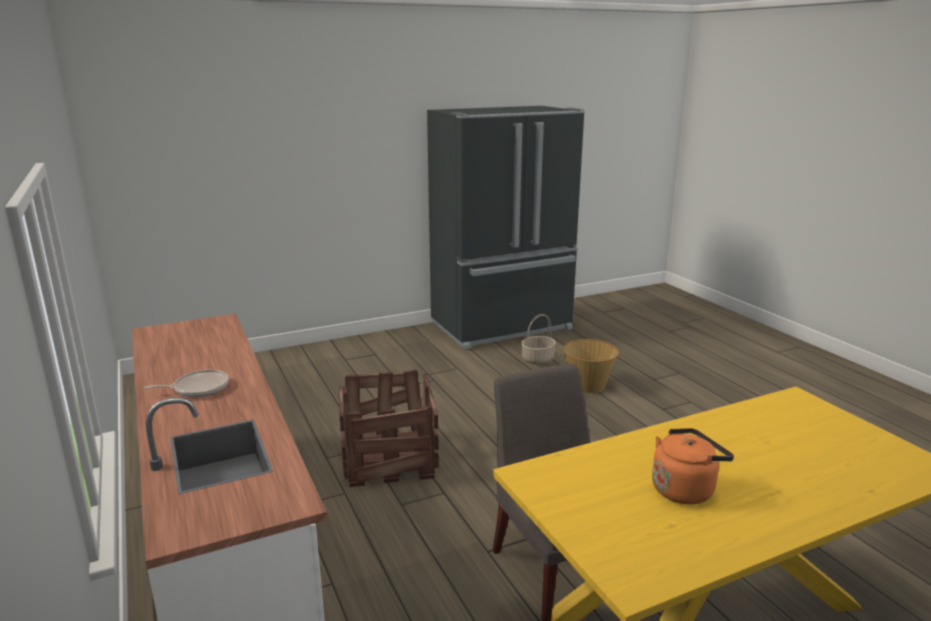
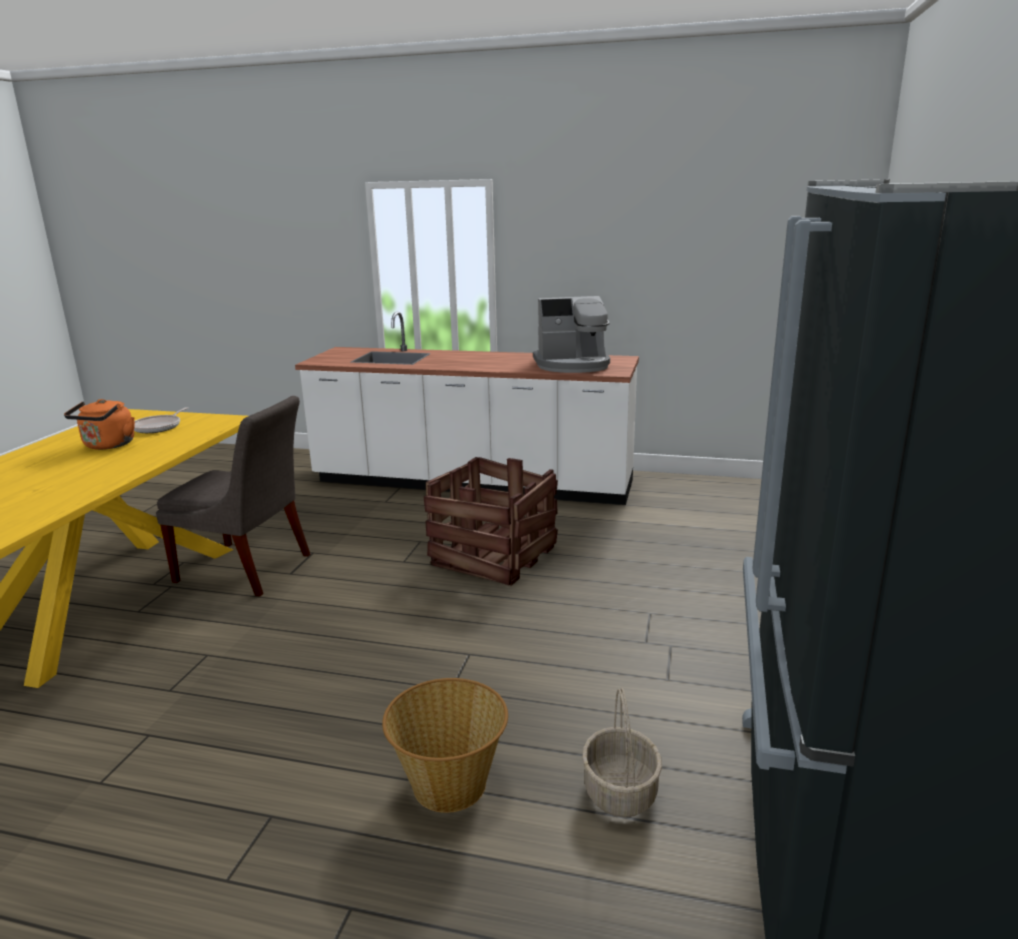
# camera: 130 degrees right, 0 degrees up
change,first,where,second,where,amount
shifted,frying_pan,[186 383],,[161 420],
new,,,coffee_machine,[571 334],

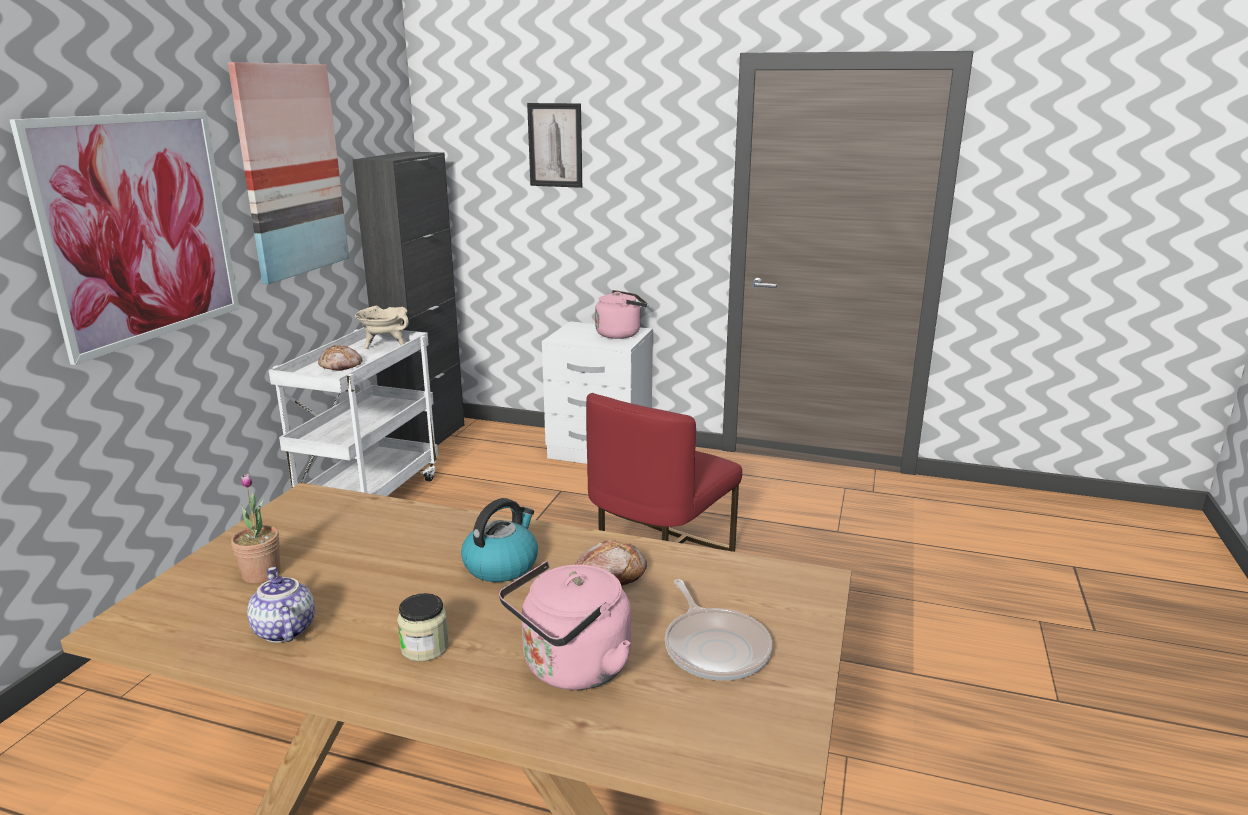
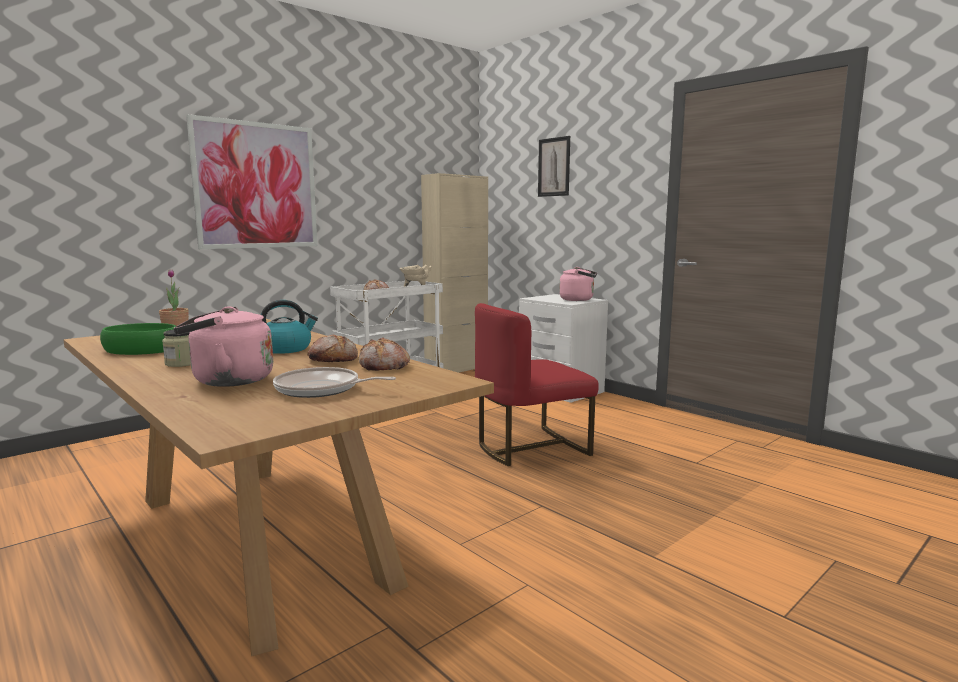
# camera: 30 degrees right, 10 degrees down
change,first,where,second,where,amount
swapped,teapot,[281 605],green_bowl,[138 339],
rotated,frying_pan,[718 630],,[334 382],90 degrees clockwise
new,,,bread,[384 354],
repainted,black_cabinet,[408 299],beige_cabinet,[454 273],
gone,picture,[288 173],,,

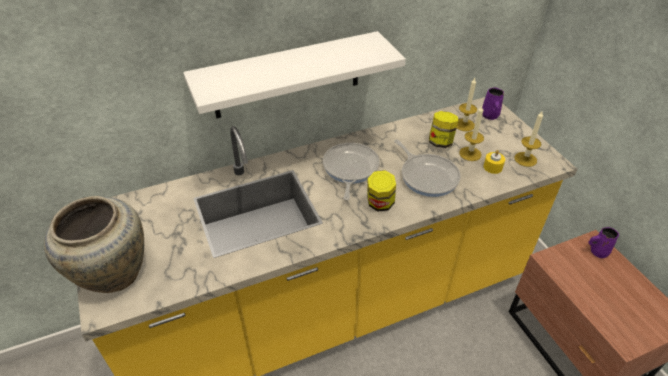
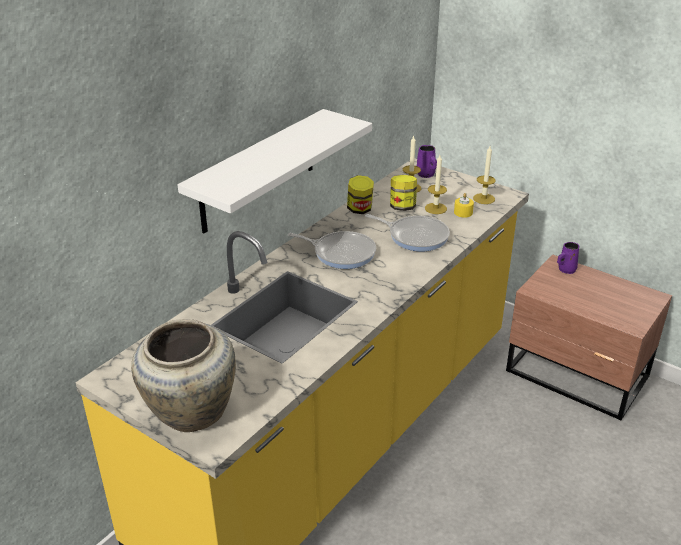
# camera: 30 degrees left, 10 degrees down
change,first,where,second,where,amount
rotated,frying_pan,[351 171],,[332 250],135 degrees clockwise
shifted,jar,[381 191],,[360 194],

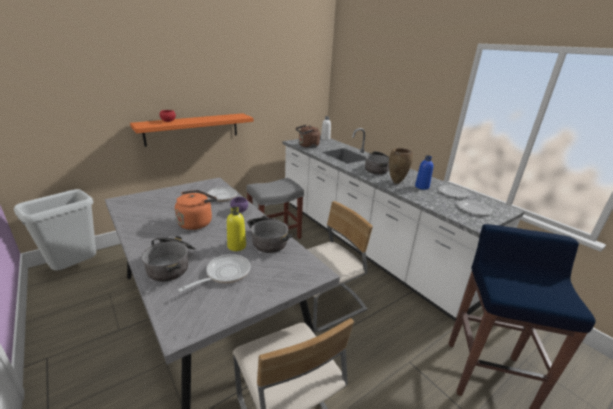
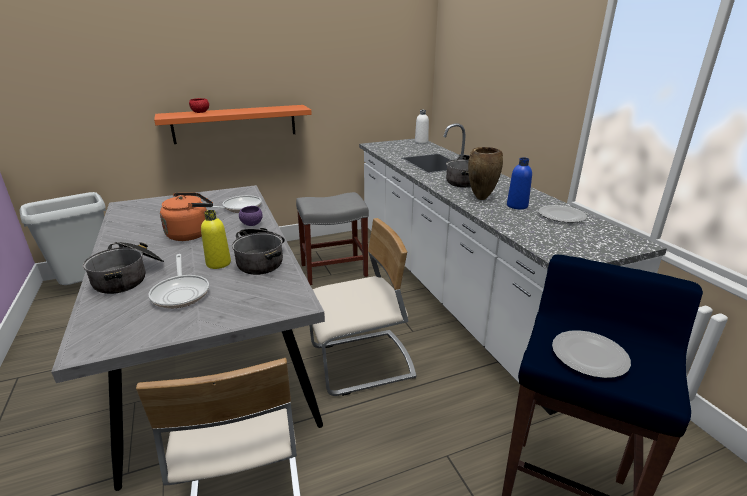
# camera: 15 degrees right, 0 degrees up
change,first,where,second,where,amount
rotated,frying_pan,[214 273],,[178 281],105 degrees clockwise
shifted,plate,[474 207],,[591 354],
gone,brown_kettle,[308 136],,,

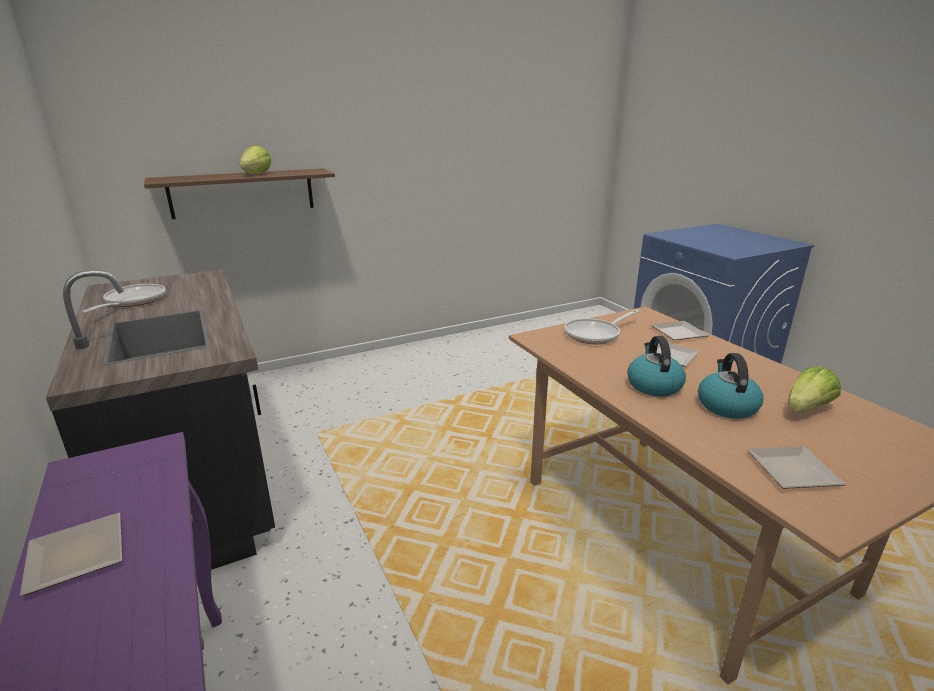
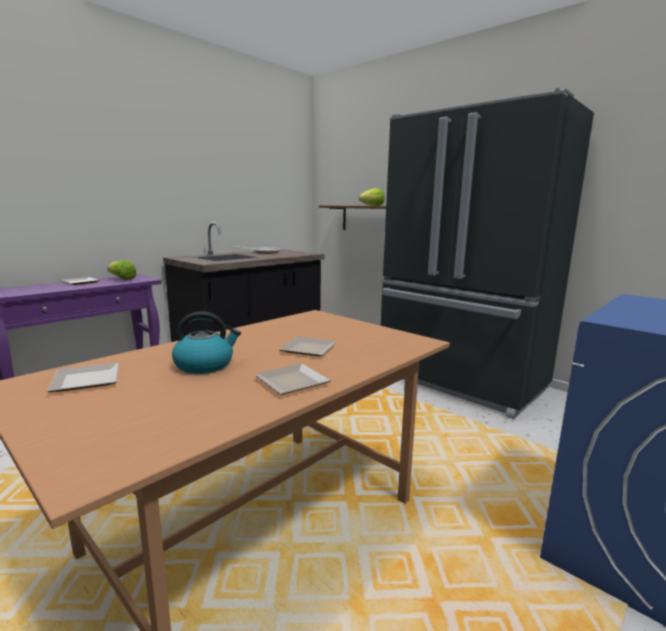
# camera: 70 degrees right, 10 degrees down
change,first,where,second,where,amount
shifted,lettuce,[814 389],,[121 270],
shifted,plate,[680 330],,[292 379],
new,,,black_fridge,[487 253],
gone,frying_pan,[602 327],,,
gone,kettle,[656 366],,,

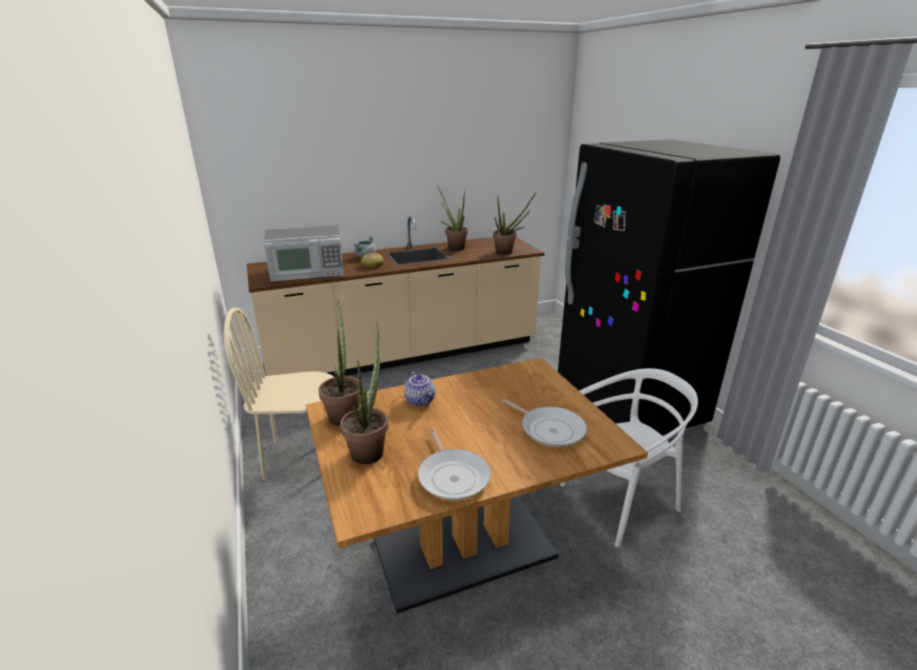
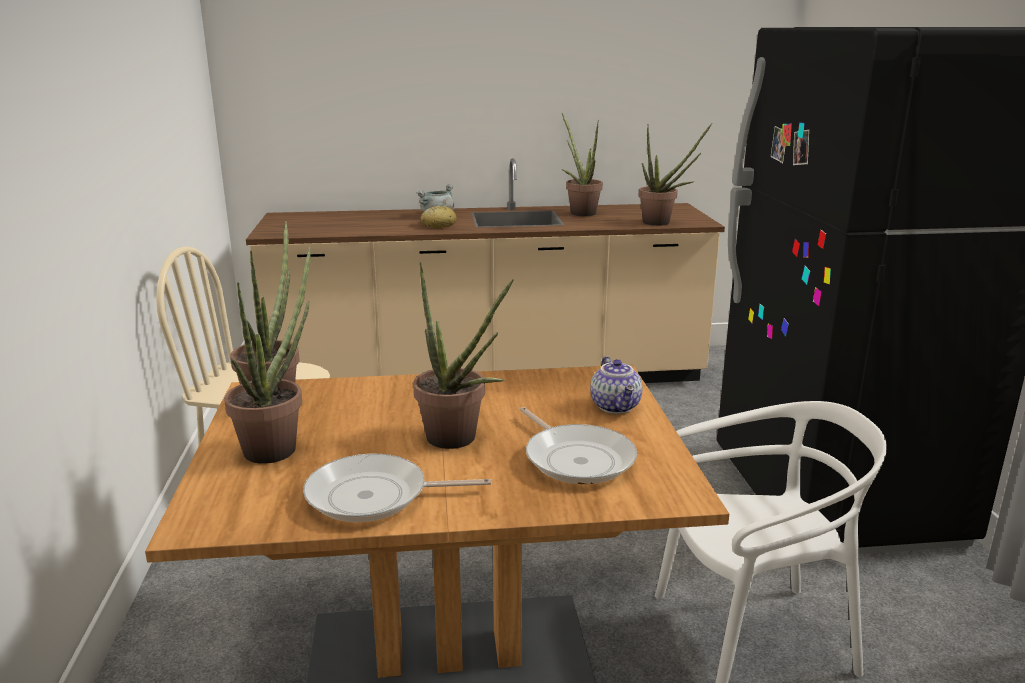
# camera: 15 degrees right, 5 degrees down
change,first,where,second,where,amount
rotated,frying_pan,[454 464],,[397 488],90 degrees clockwise
new,,,potted_plant,[463 355],
shifted,teapot,[420 388],,[616 385],
gone,microwave,[304 253],,,

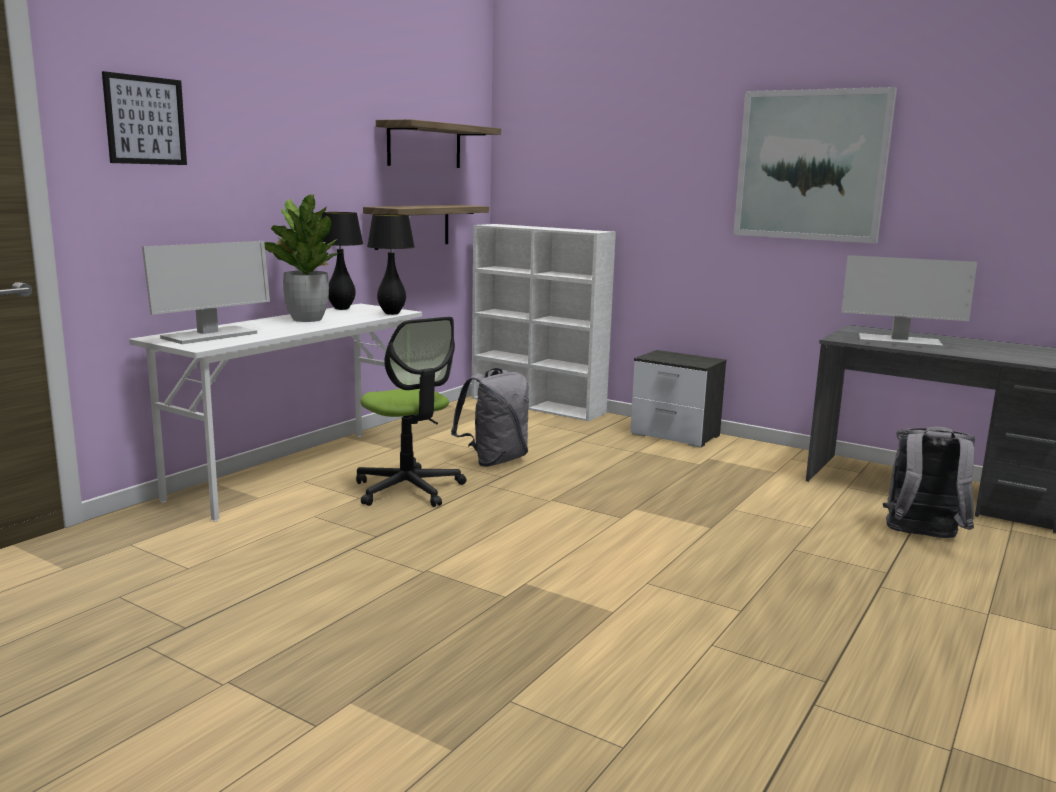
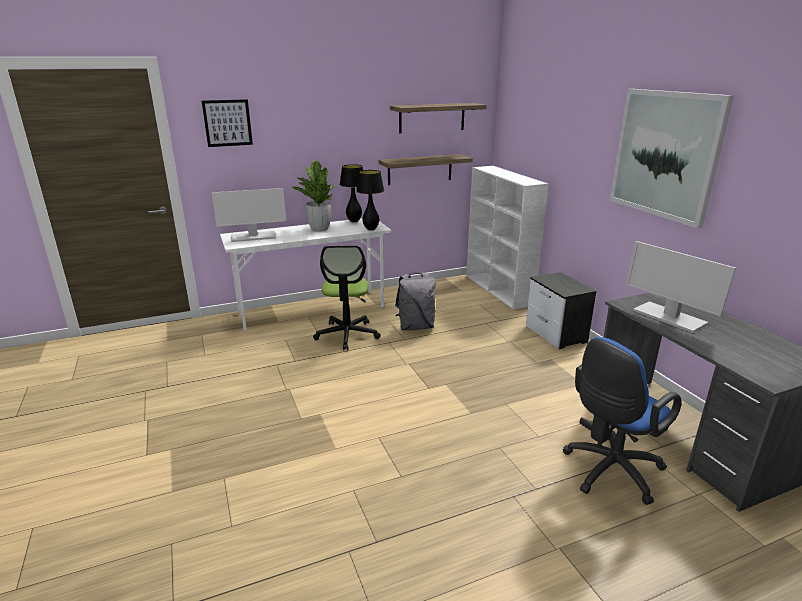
# camera: 35 degrees right, 10 degrees up
change,first,where,second,where,amount
swapped,grey_backpack,[929 482],blue_office_chair,[622 421],

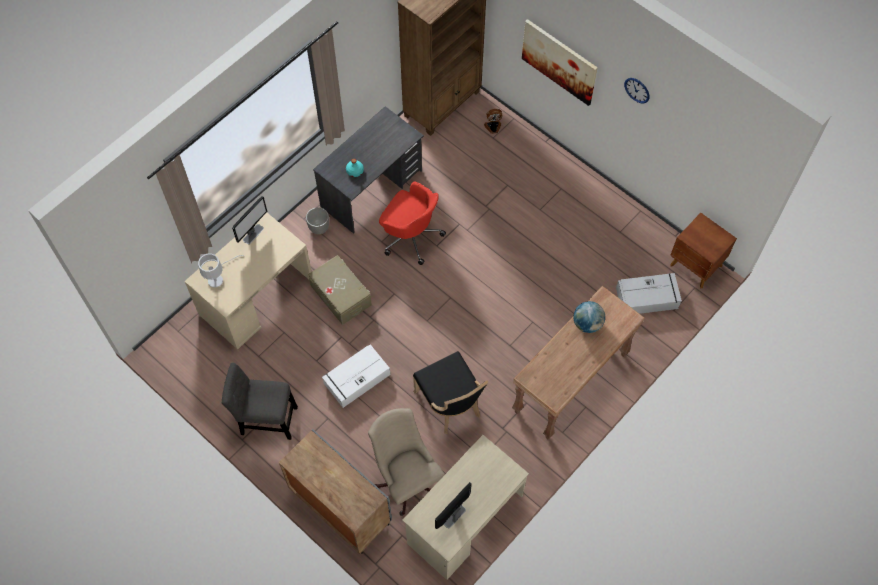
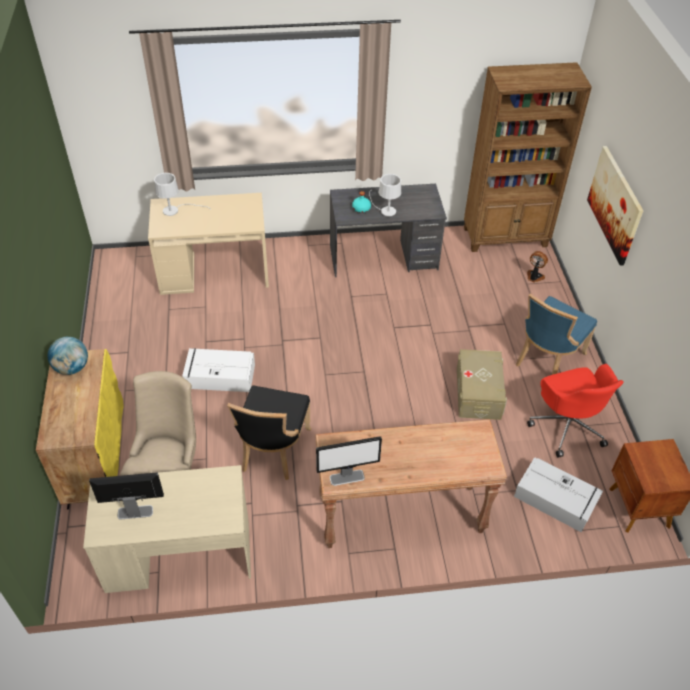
# camera: 40 degrees right, 15 degrees down
change,first,where,second,where,amount
repainted,grey_cabinet,[335 491],yellow_cabinet,[80 429],
shifted,globe,[589 317],,[68 356],
shifted,monitor,[249 220],,[349 461],
new,,,white_table_lamp,[385 195],
shifted,beige_storage_box,[340 290],,[482 384],
new,,,blue_chair,[556 334],
shifted,red_office_chair,[412 223],,[575 411],
gone,grey_chair,[260 401],,,
gone,planter,[317 220],,,
gone,wall_clock,[637 90],,,

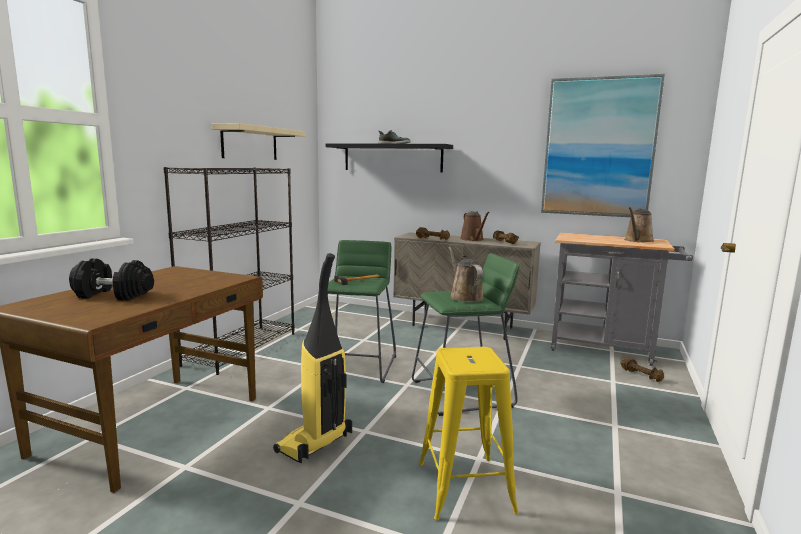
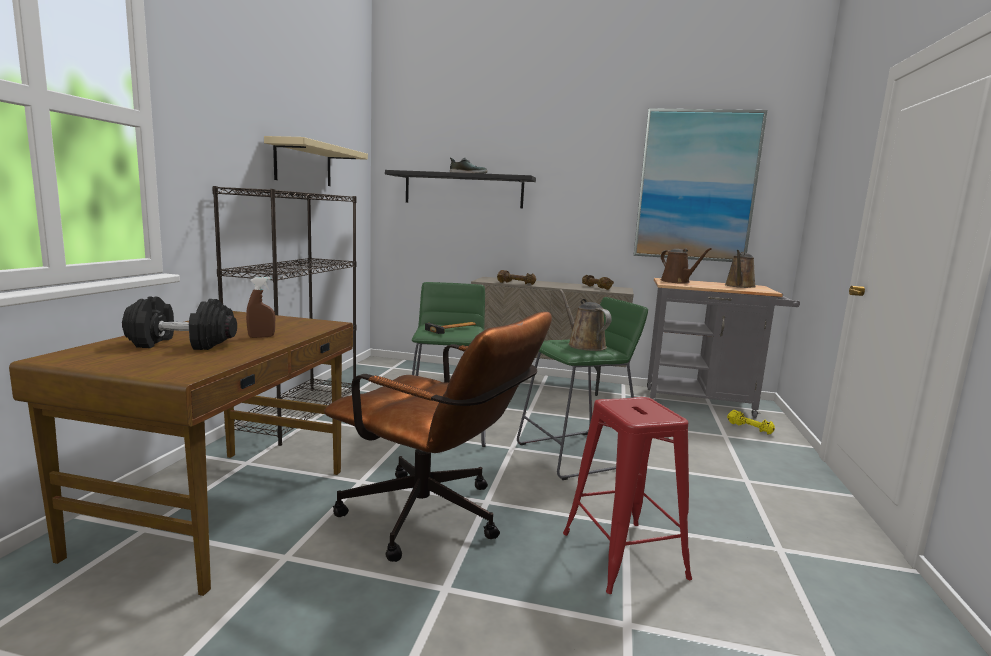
# camera: 10 degrees left, 0 degrees up
change,first,where,second,where,amount
new,,,brown_spray_bottle,[260 307],
swapped,vacuum_cleaner,[312 358],brown_office_chair,[438 437],
repainted,yellow_stool,[469 433],red_stool,[627 495],
shifted,brown_watering_can,[475 226],,[686 266],
repainted,brown_dumbbell,[642 369],yellow_dumbbell,[751 422],

